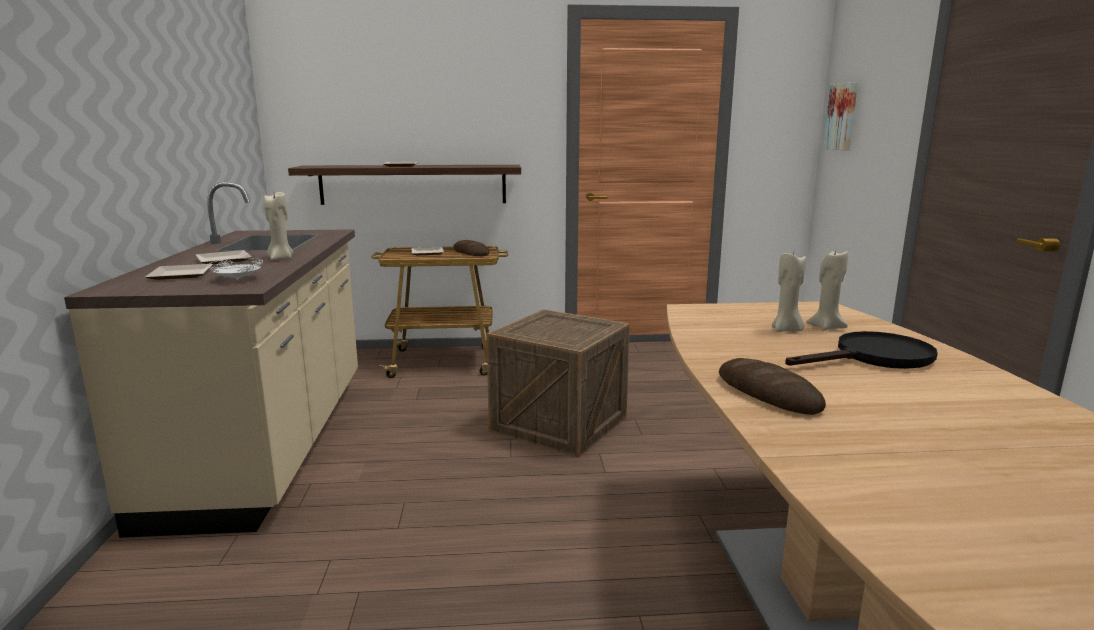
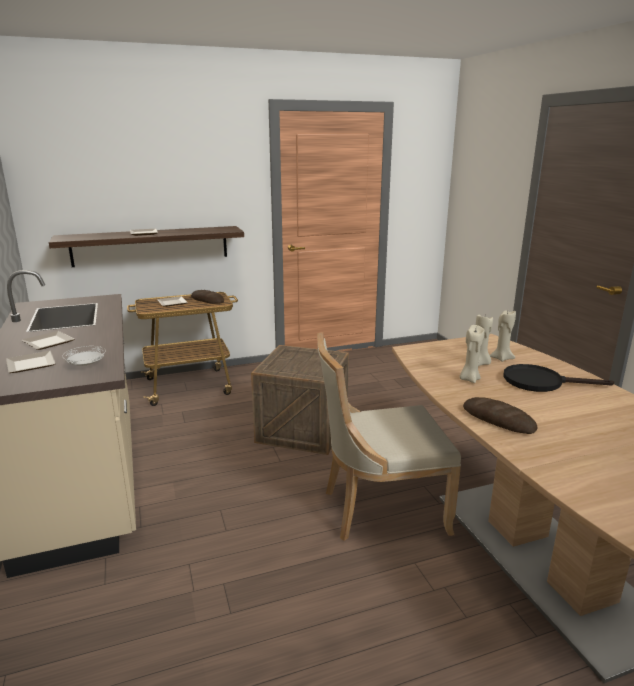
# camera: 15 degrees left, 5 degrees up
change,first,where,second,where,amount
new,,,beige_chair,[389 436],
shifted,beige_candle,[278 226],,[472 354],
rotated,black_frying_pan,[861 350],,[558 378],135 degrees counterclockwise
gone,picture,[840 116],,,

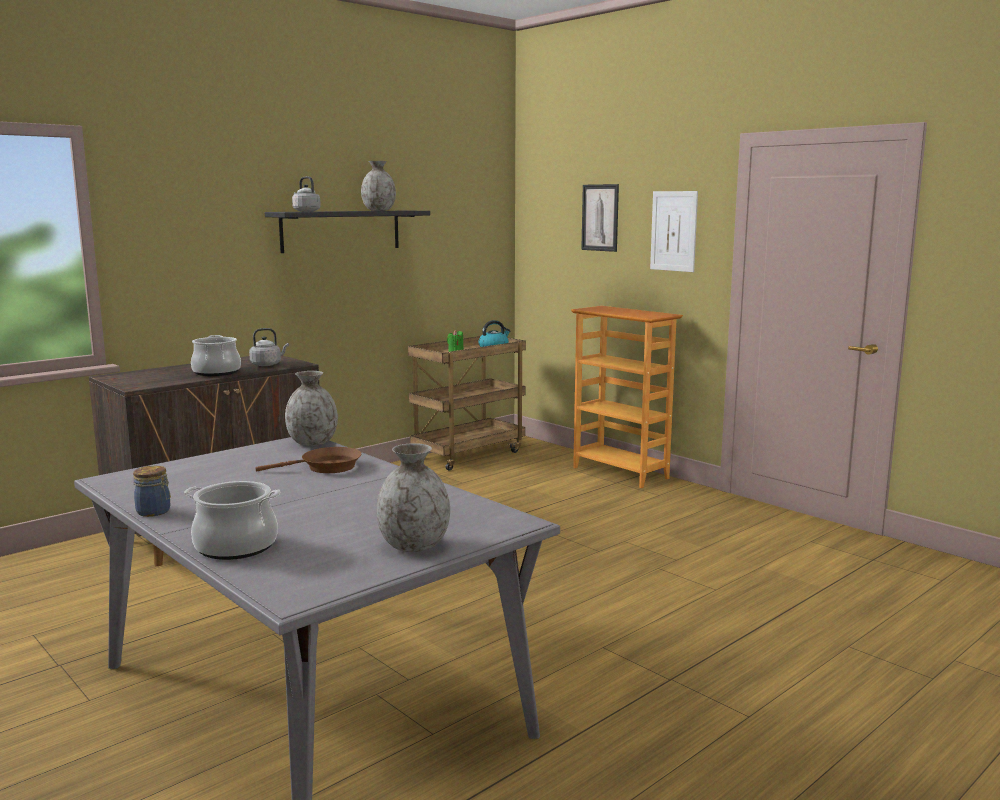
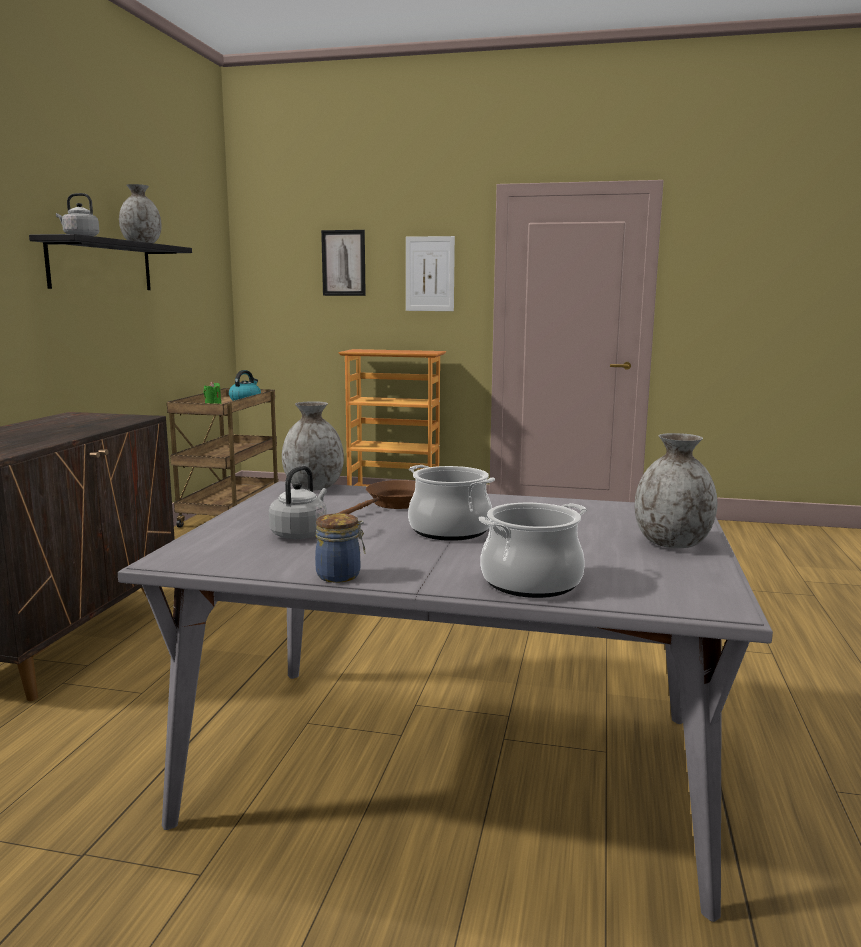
# camera: 35 degrees left, 0 degrees up
change,first,where,second,where,amount
shifted,grey_kettle,[269 347],,[298 502],
shifted,cooking_pot,[216 355],,[451 503],

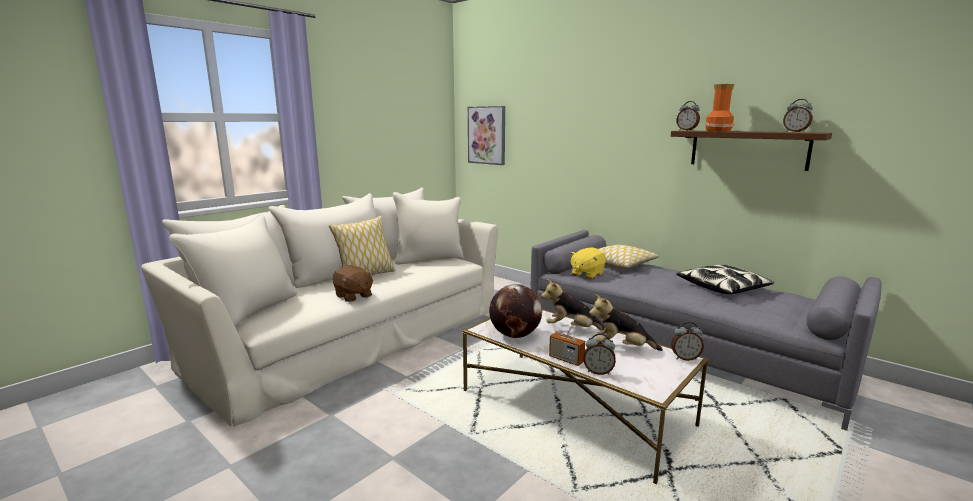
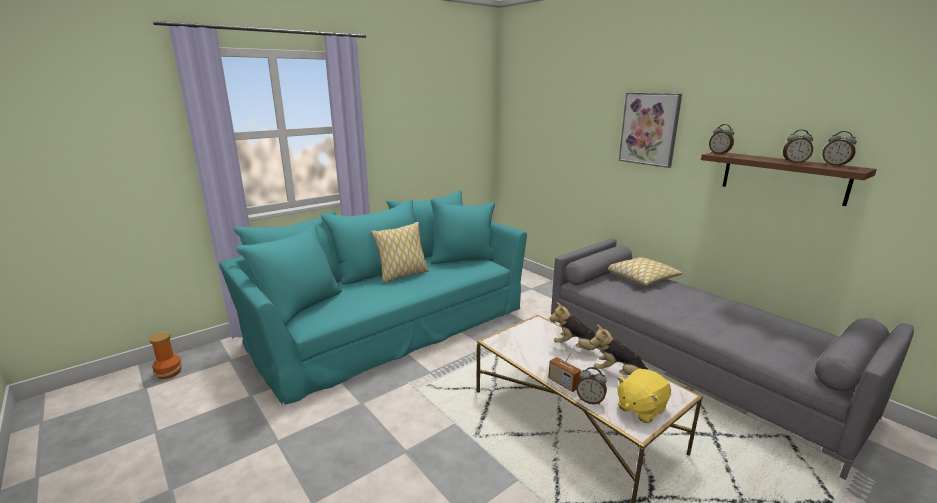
# camera: 10 degrees right, 5 degrees up
change,first,where,second,where,amount
shifted,vase,[719 107],,[165 355],
repainted,beige_sofa,[319 307],turquoise_sofa,[373 297],
shifted,yellow_plush_toy,[588 263],,[644 395],
shifted,picture,[486 135],,[650 130],
shifted,alarm_clock,[687 341],,[798 146],
gone,brown_plush_toy,[353 284],,,
gone,globe,[515 311],,,
gone,pillow,[725 279],,,

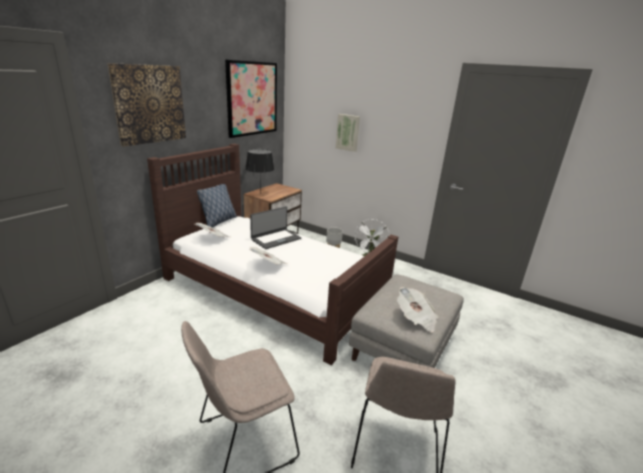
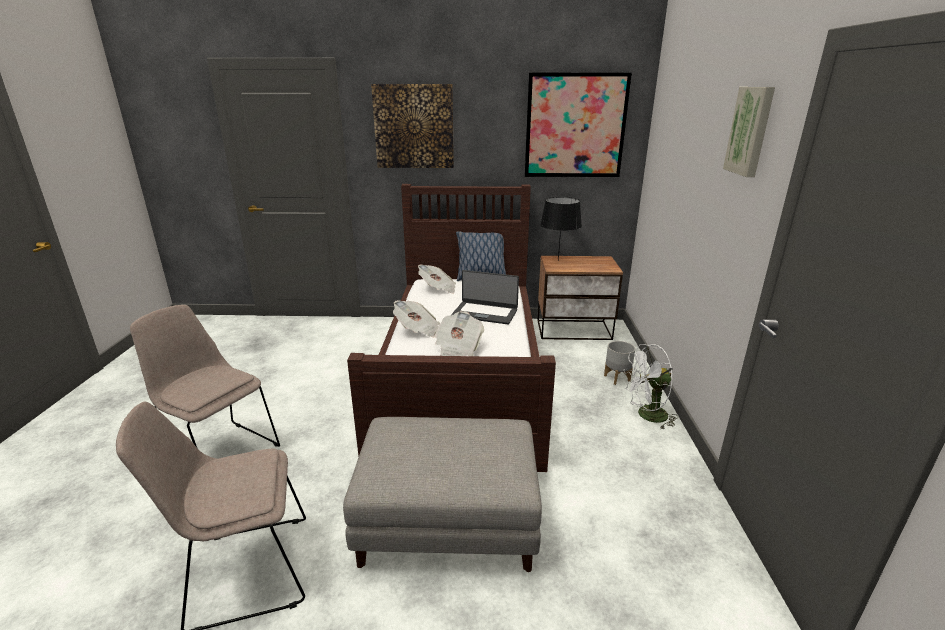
# camera: 60 degrees right, 0 degrees up
change,first,where,second,where,amount
shifted,newspaper,[417 310],,[459 333],
shifted,picture,[348 133],,[749 132],

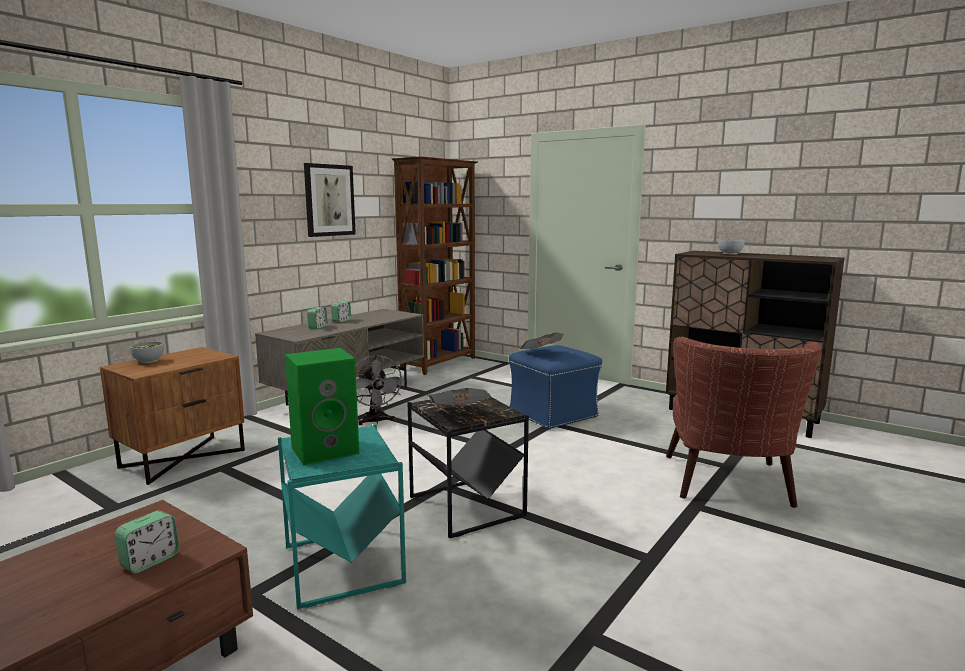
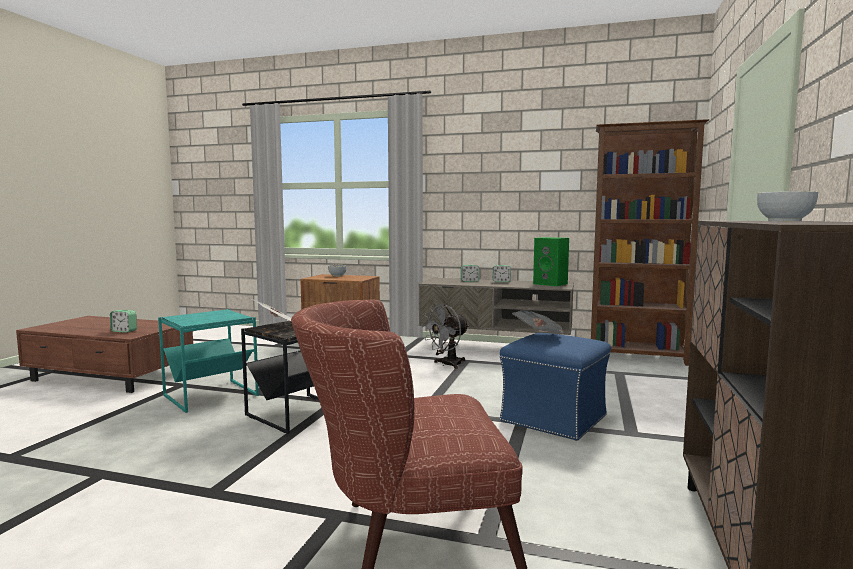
# camera: 70 degrees right, 5 degrees down
change,first,where,second,where,amount
shifted,green_speaker,[322 406],,[551 261],
gone,picture,[330 200],,,

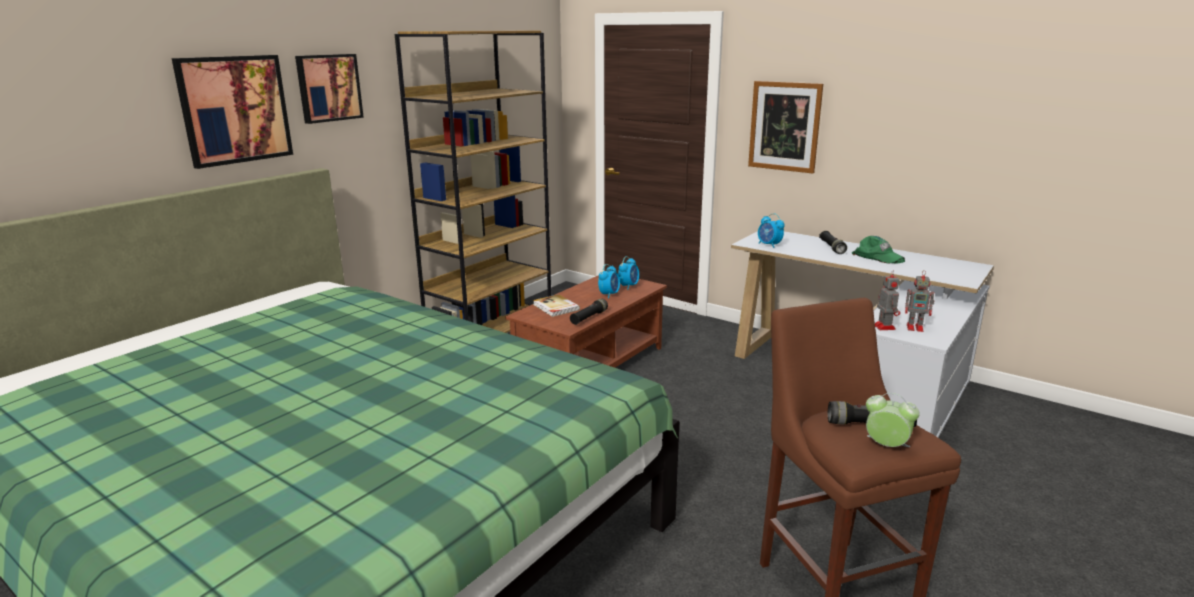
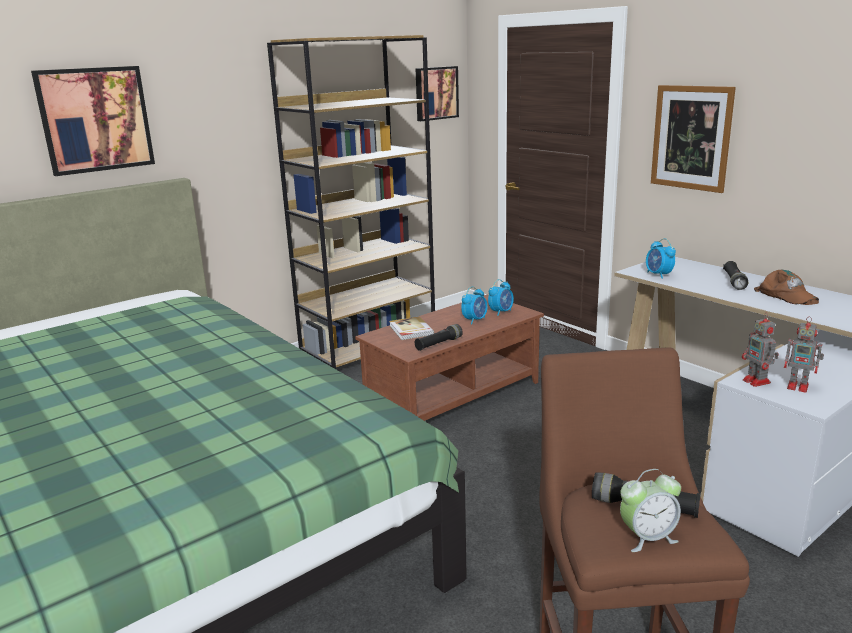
# camera: 15 degrees right, 0 degrees up
change,first,where,second,where,amount
shifted,picture,[329 89],,[437 93],
rotated,alarm_clock,[893 420],,[650 510],120 degrees clockwise
rotated,toy_robot,[887 300],,[760 350],150 degrees clockwise
repainted,green_cap,[878 250],brown_cap,[786 287],

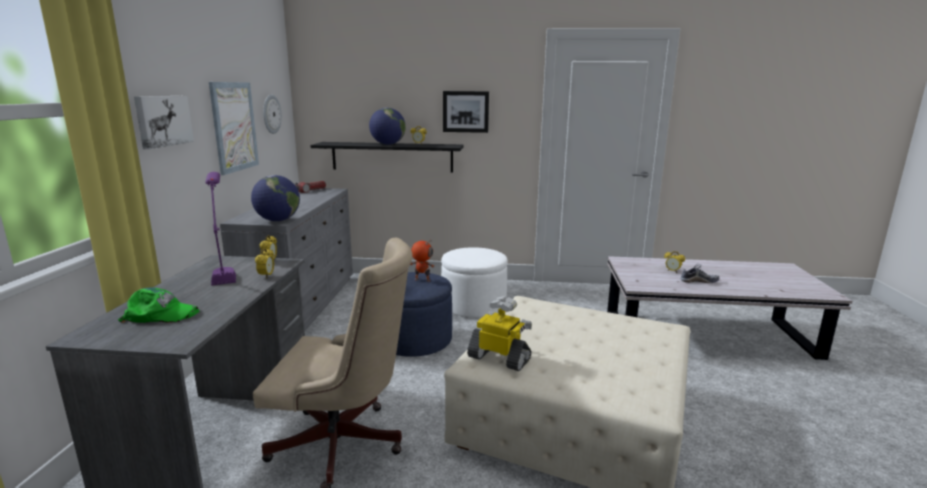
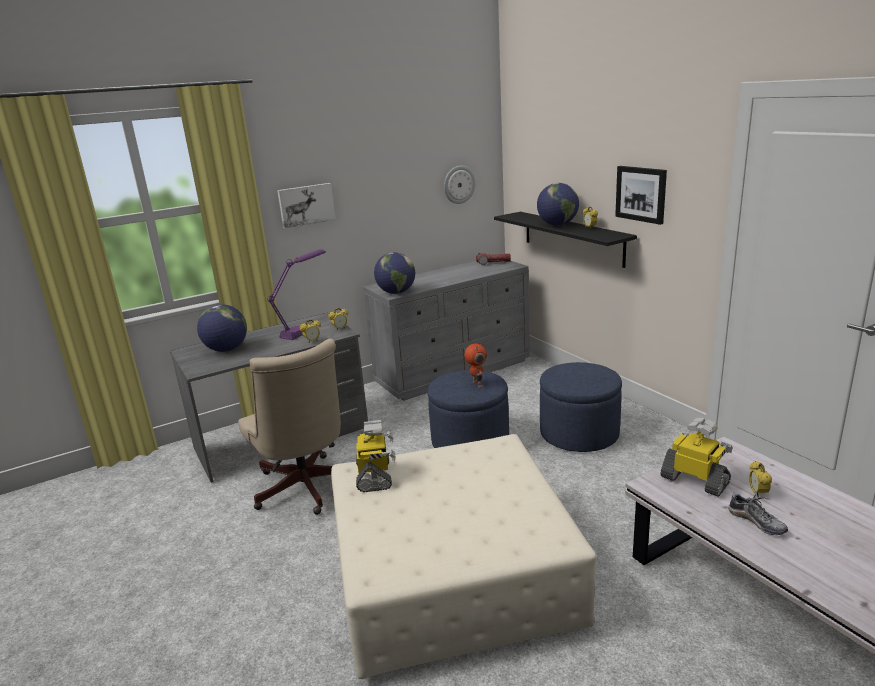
# camera: 55 degrees right, 5 degrees up
change,first,where,second,where,amount
swapped,green_cap,[158 305],globe,[222 328],
repainted,white_ottoman,[474 282],blue_ottoman,[581 407],
new,,,toy_robot,[696 457],
gone,picture,[234 128],,,

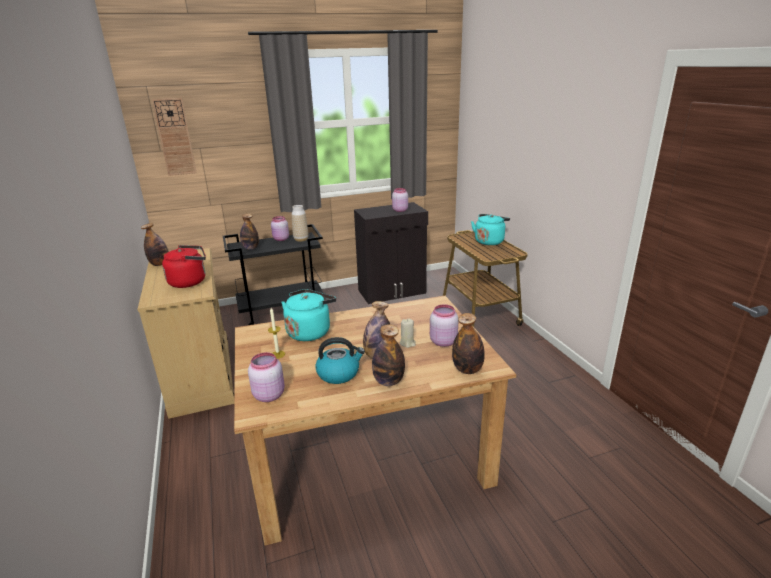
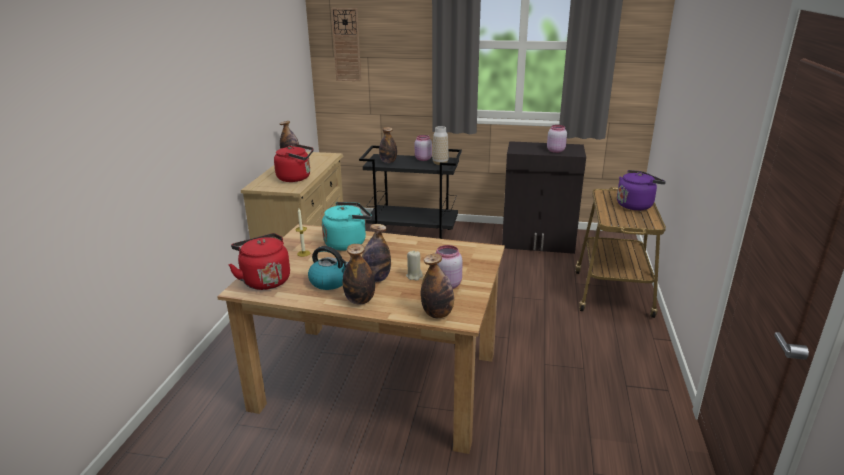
# camera: 30 degrees right, 0 degrees up
change,first,where,second,where,amount
swapped,pink_jar,[266 377],red_kettle,[259 261],
repainted,turquoise_kettle,[490 229],purple_kettle,[641 190],

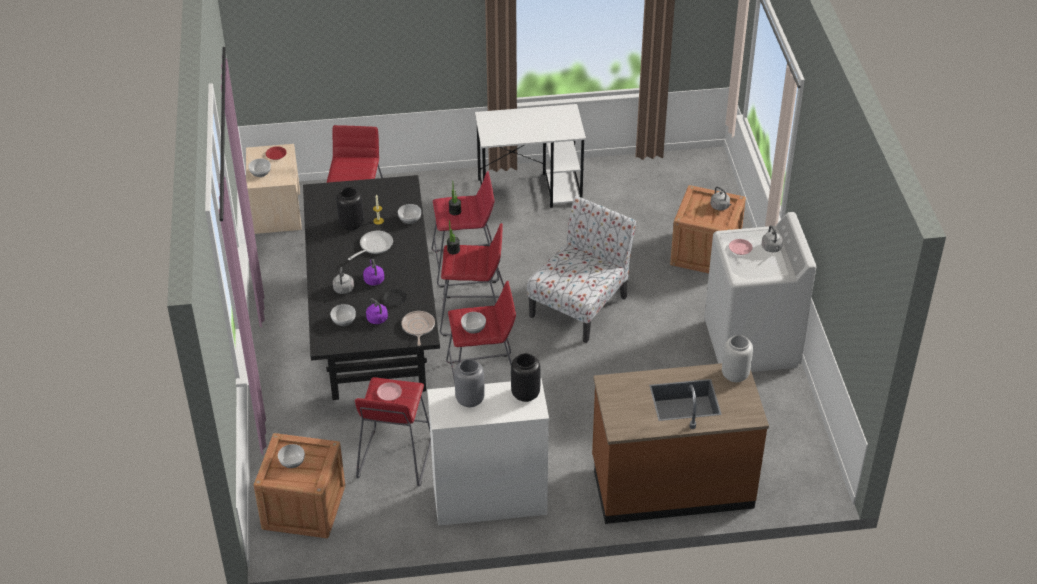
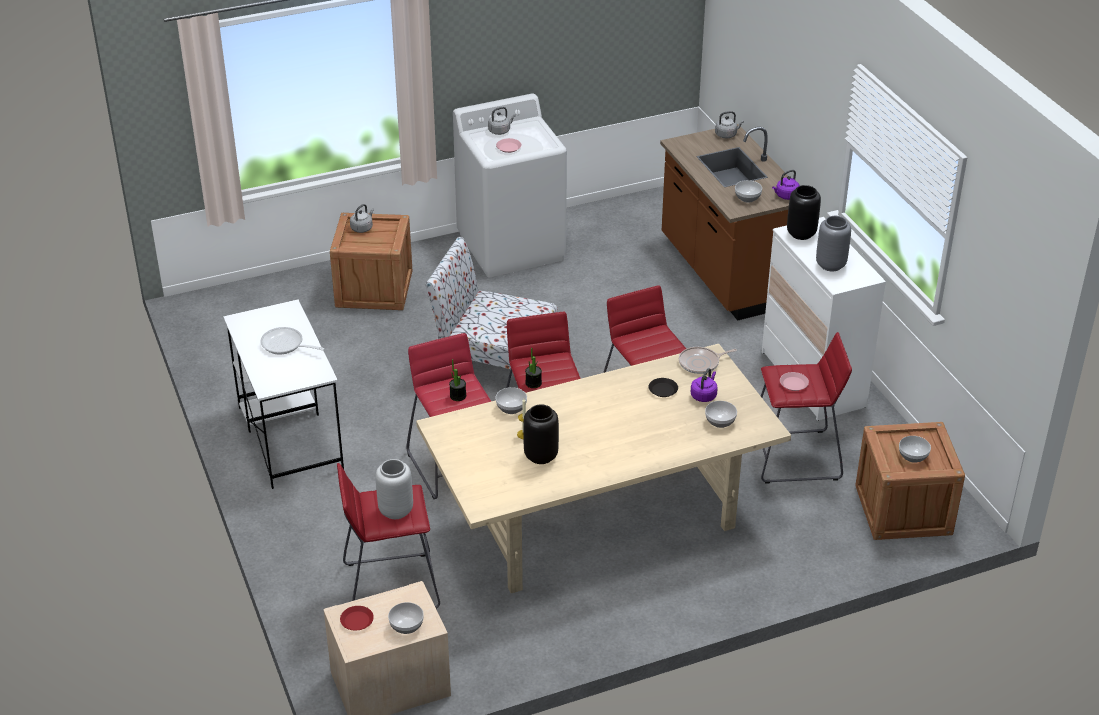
# camera: 105 degrees left, 5 degrees down
change,first,where,second,where,amount
shifted,frying_pan,[370 245],,[292 340],
shifted,grey_vase,[737 358],,[394 489],
repainted,black_dining_table,[371 287],beige_dining_table,[603 468],
shifted,grey_kettle,[343 280],,[729 124],
shifted,bowl,[473 323],,[748 191],
shifted,purple_kettle,[373 272],,[786 185],

